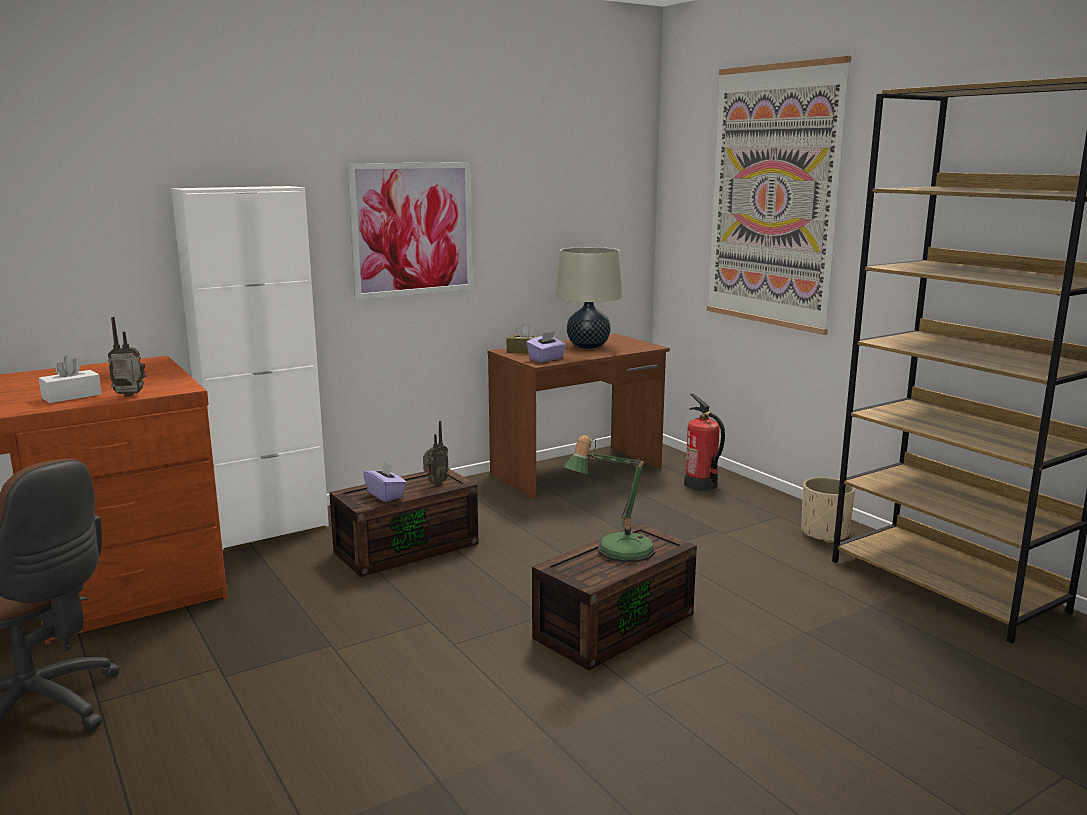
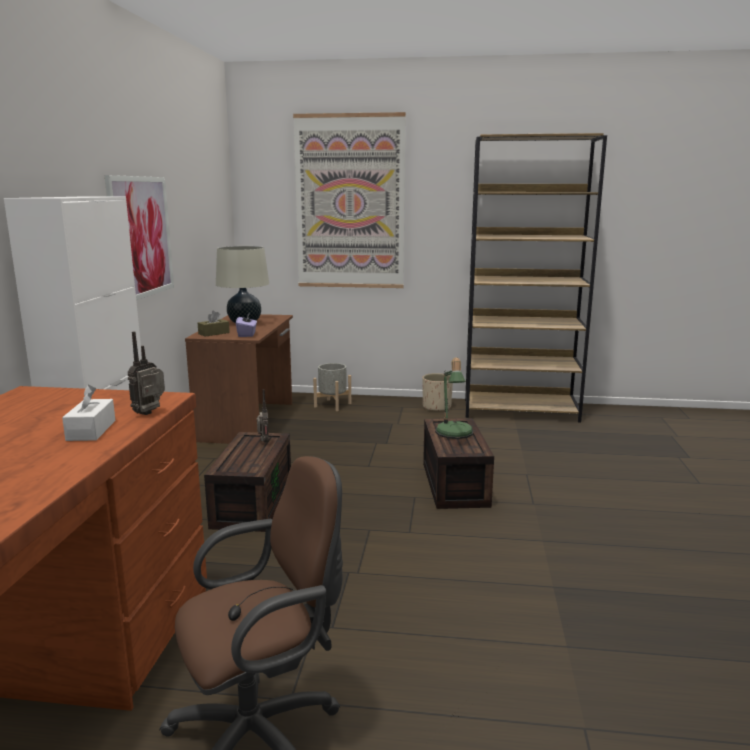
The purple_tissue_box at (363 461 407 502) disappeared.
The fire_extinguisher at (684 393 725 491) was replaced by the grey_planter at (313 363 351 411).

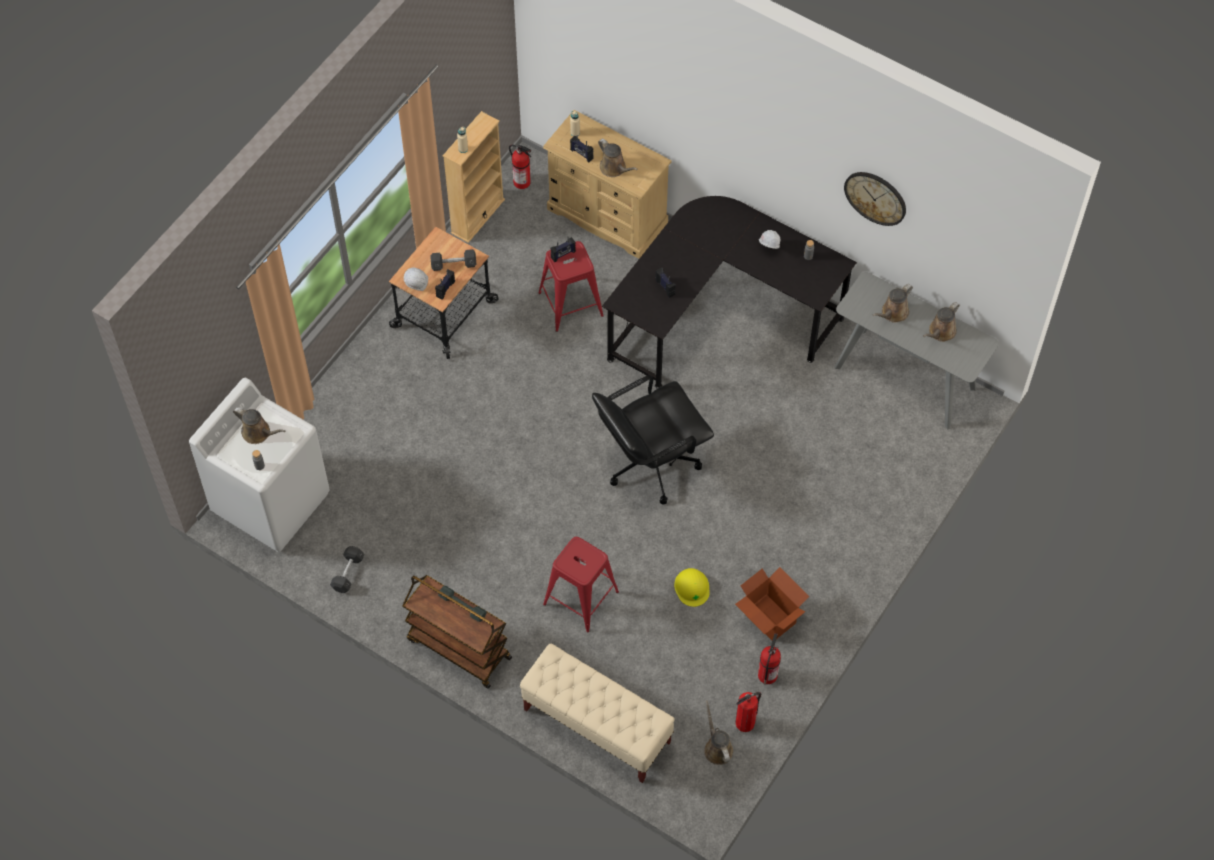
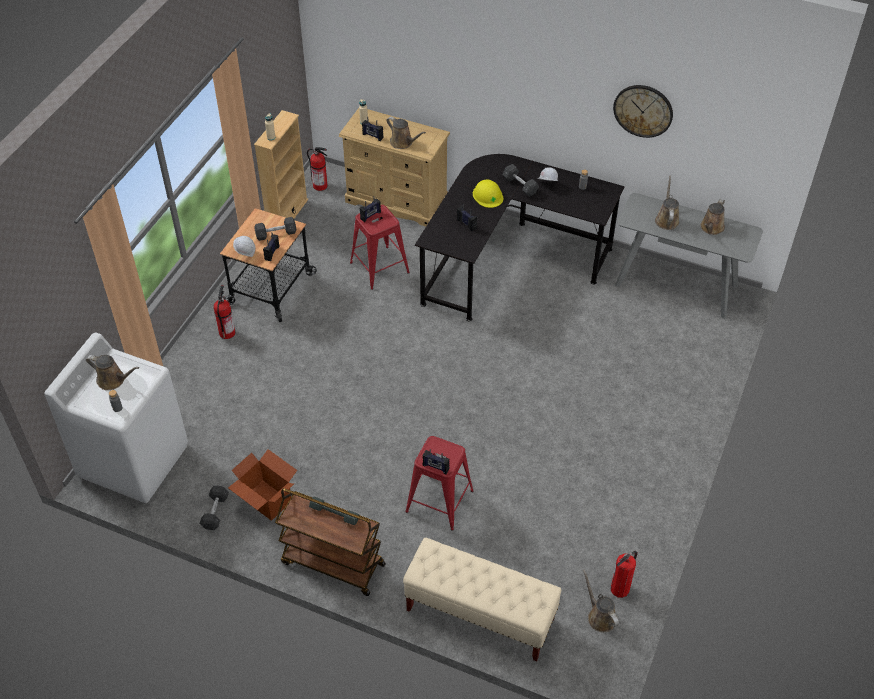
The black_office_chair at (592 375 714 504) disappeared.
The radio at (423 449 450 474) appeared.
The grey_dumbbell at (502 164 539 197) appeared.
The yellow_hard_hat moved from (674 568 710 607) to (473 180 503 208).
The cardboard_box moved from (735 567 810 640) to (228 449 297 521).
The fire_extinguisher moved from (758 633 781 685) to (214 285 235 339).
The brown_watering_can at (873 284 913 323) turned 150 degrees clockwise.

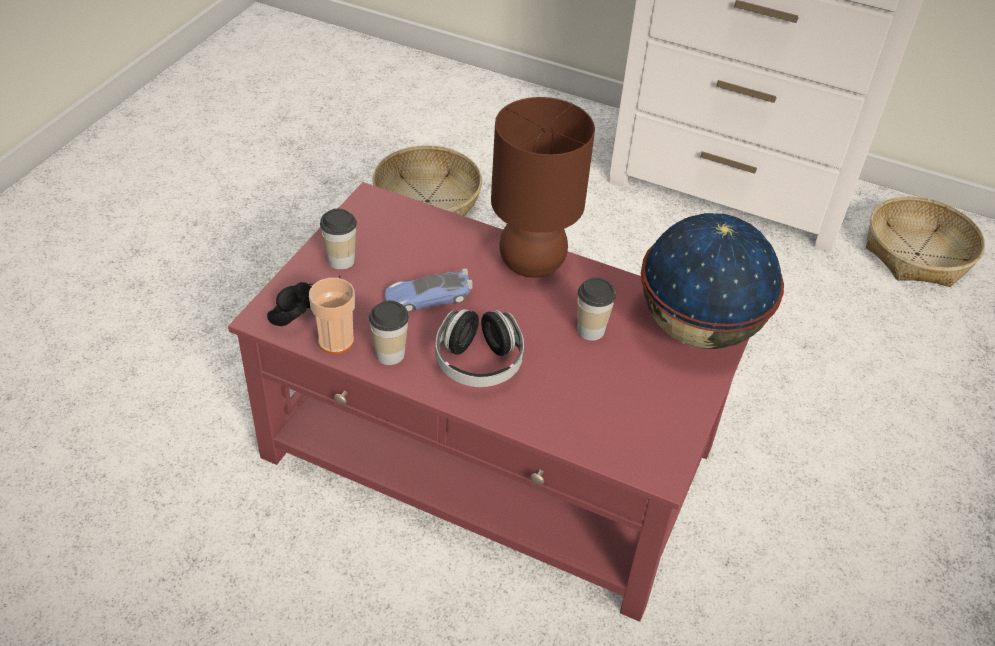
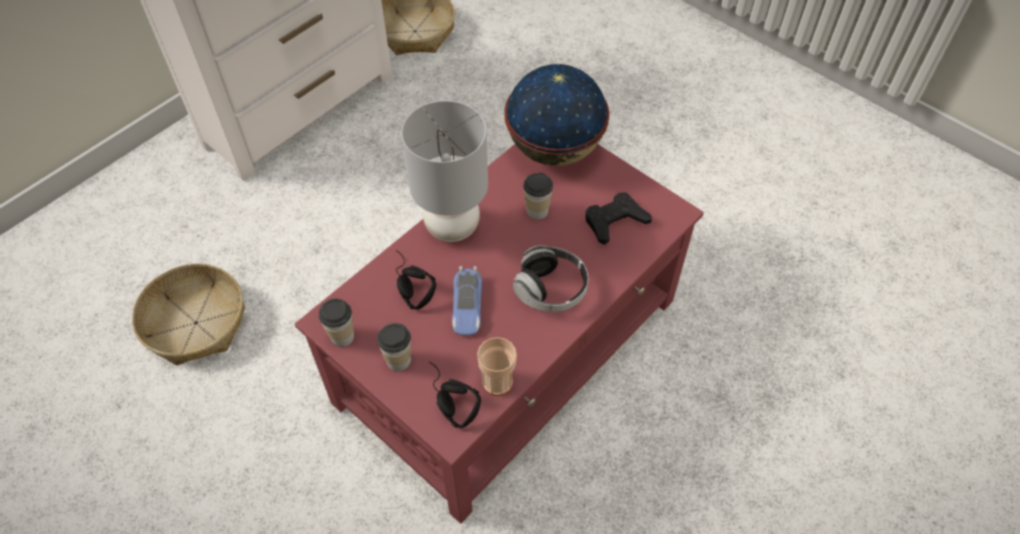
The black_headphones at (396 250 436 310) appeared.
The black_game_controller at (586 193 652 245) appeared.
The cup moved from (369 300 409 365) to (319 299 354 347).
The brown_table_lamp at (491 97 595 278) became the grey_table_lamp at (402 100 488 242).

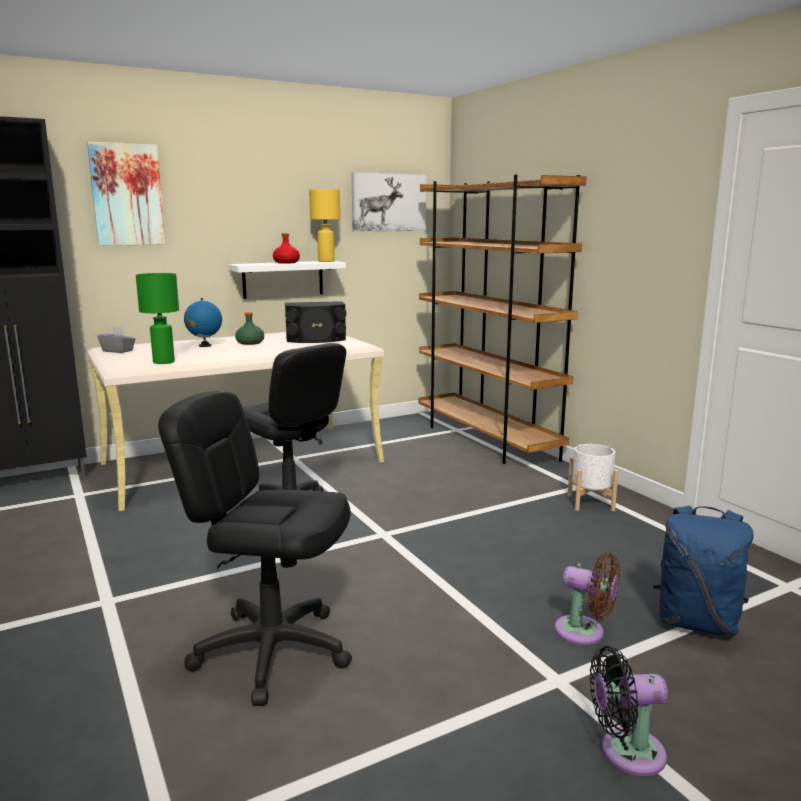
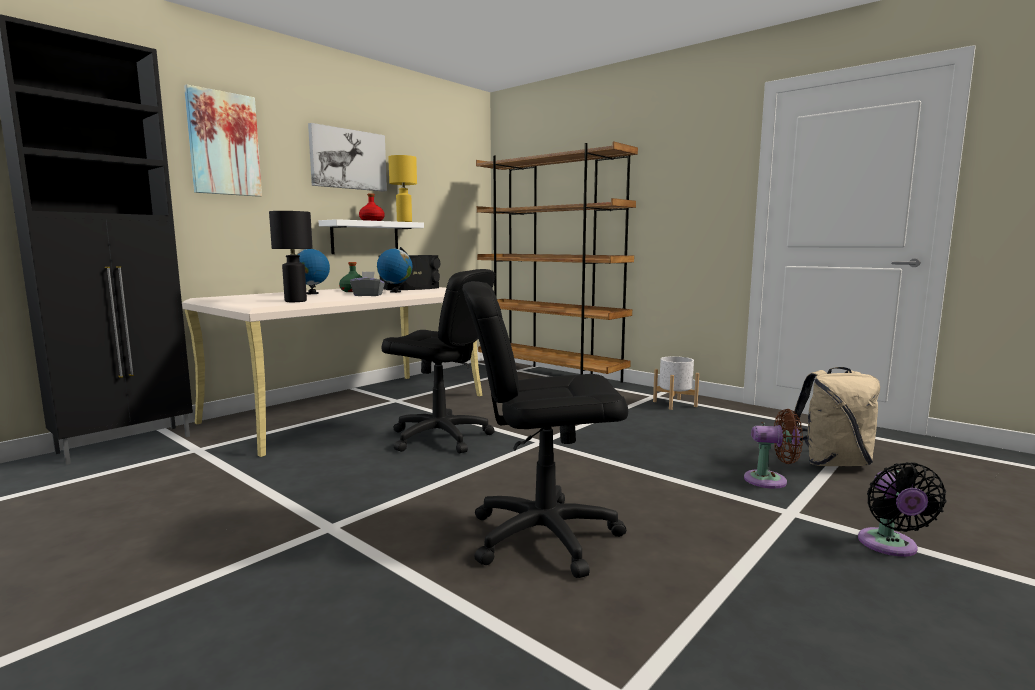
The globe at (377 247 412 293) appeared.
The grey_tissue_box moved from (98 326 135 353) to (350 271 385 296).
The picture moved from (351 172 426 231) to (308 123 387 192).
The green_table_lamp at (136 273 179 364) became the black_table_lamp at (269 211 313 302).
The blue_backpack at (653 505 754 636) became the beige_backpack at (793 367 880 466).
The black_fan at (590 646 668 776) turned 60 degrees counterclockwise.

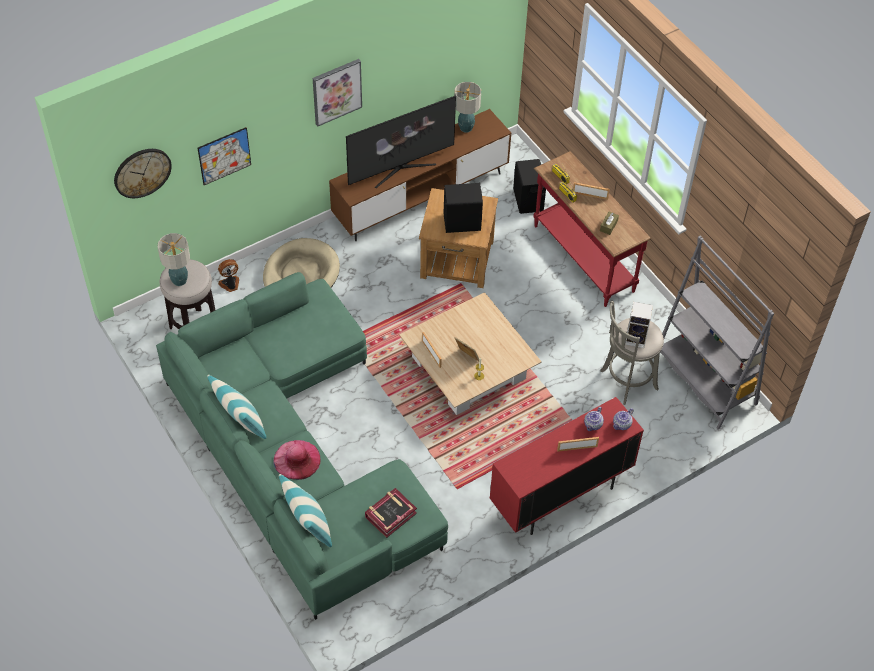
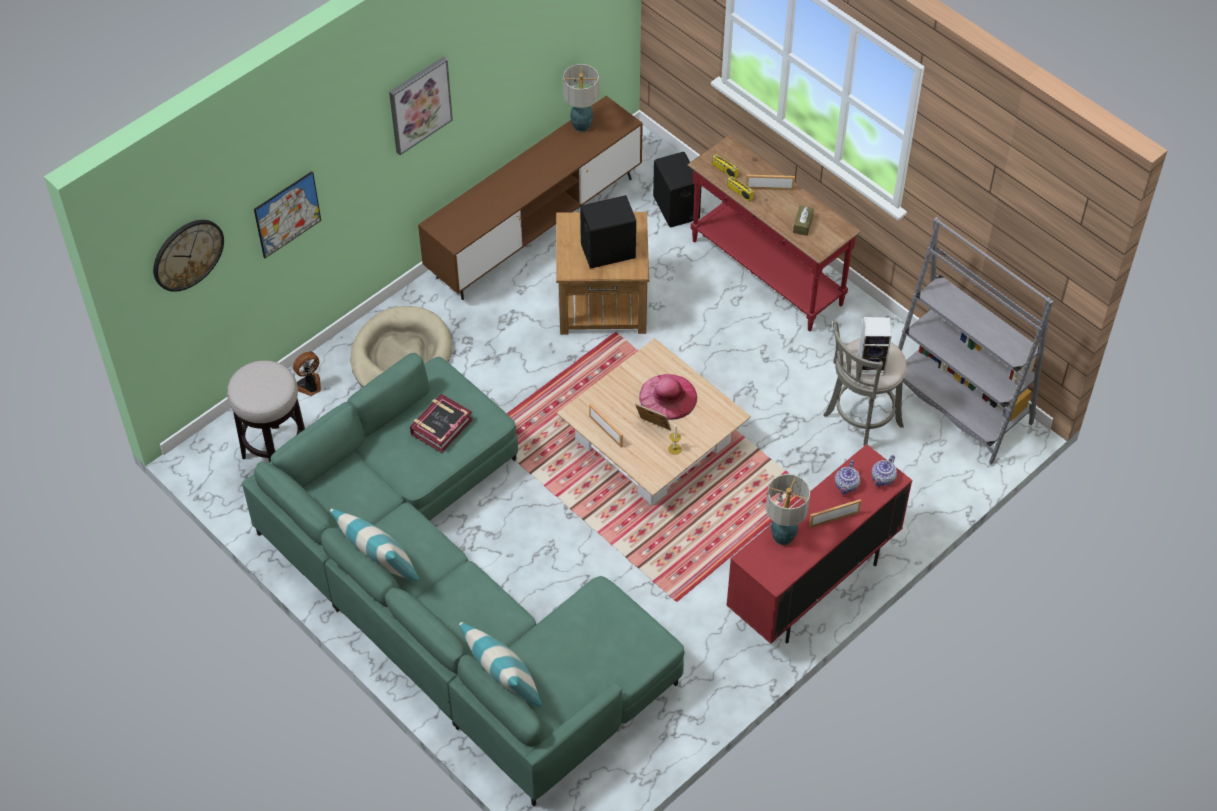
The television at (346 96 456 188) disappeared.
The table_lamp moved from (158 233 190 286) to (766 474 811 545).
The pink_hat moved from (274 440 321 480) to (639 374 697 420).
The book moved from (365 488 417 538) to (410 394 473 453).

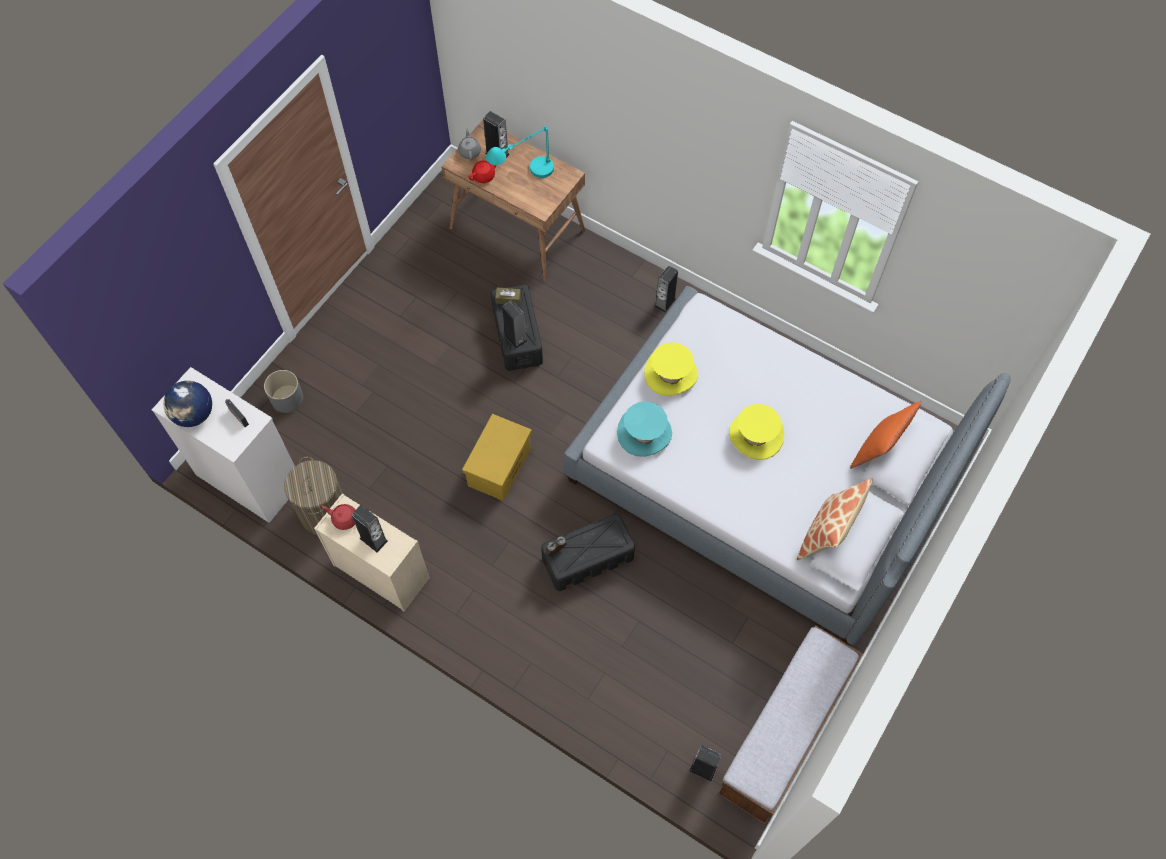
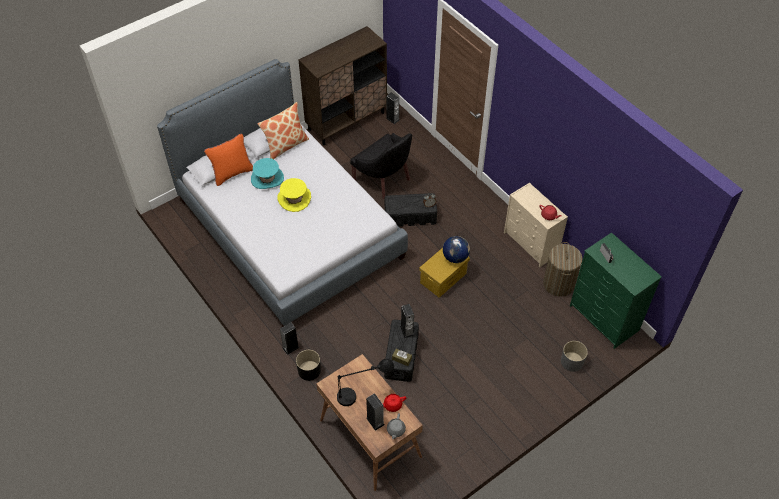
The speaker at (351 505 388 552) disappeared.
The yellow_hat at (644 342 698 396) disappeared.
The black_planter at (296 350 321 381) appeared.
The black_armchair at (350 133 412 199) appeared.
The globe moved from (163 381 212 427) to (443 236 470 263).
The turquoise_hat moved from (617 401 672 457) to (251 158 284 189).
The bench at (717 626 863 825) was replaced by the brown_cabinet at (298 26 387 145).
The white_dresser at (152 367 295 523) became the green_dresser at (570 232 662 349).
The turquoise_table_lamp at (486 126 554 178) became the black_table_lamp at (337 359 394 406).

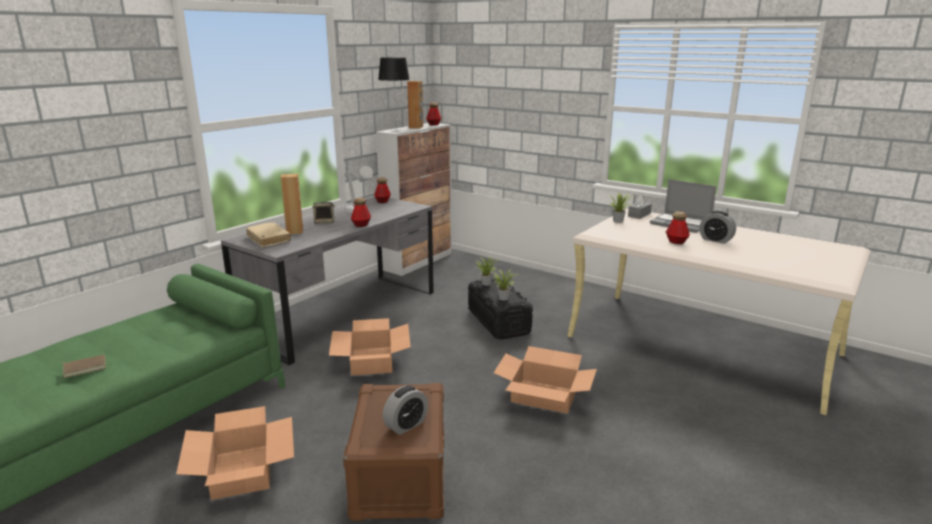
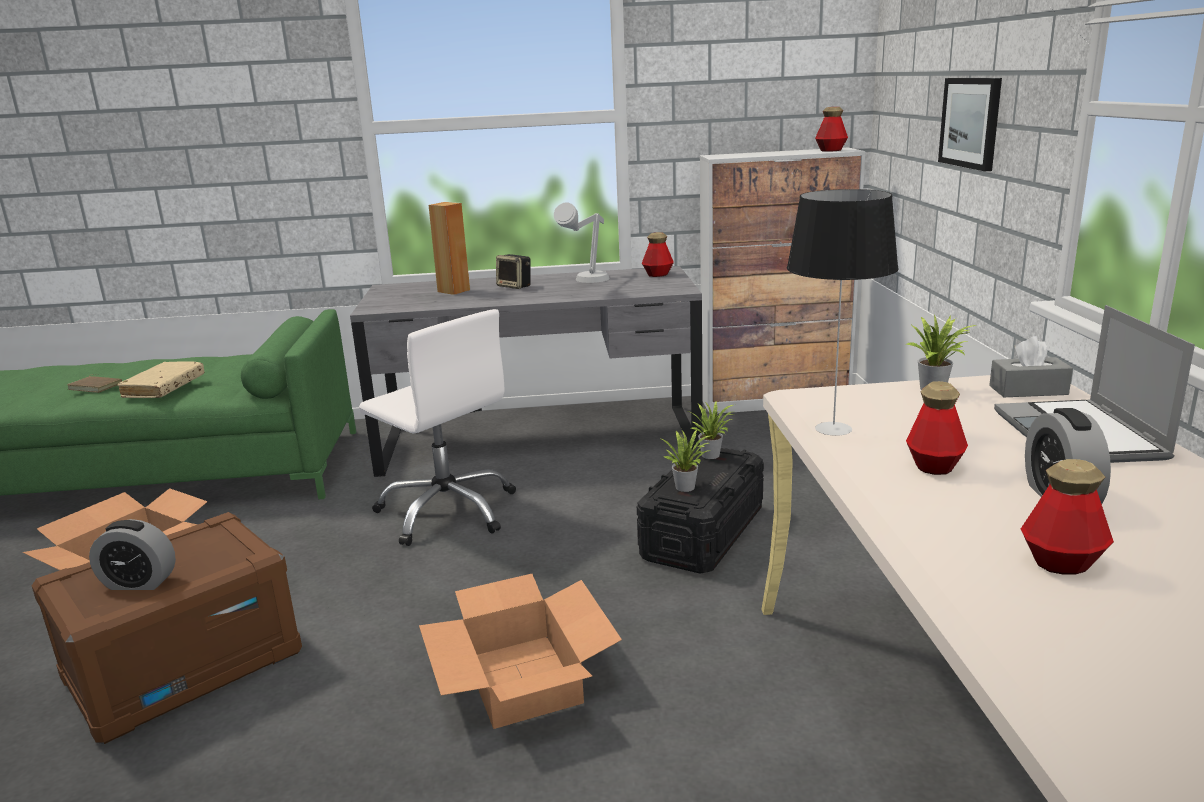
The brown_speaker at (407 81 423 129) disappeared.
The picture at (938 78 1002 171) appeared.
The beige_book moved from (247 222 291 247) to (118 361 205 398).
The bottle moved from (351 197 371 227) to (1021 459 1114 575).
The table_lamp moved from (378 57 410 132) to (787 189 899 436).
The cardboard_box at (329 318 411 376) was replaced by the white_office_chair at (359 309 516 546).

